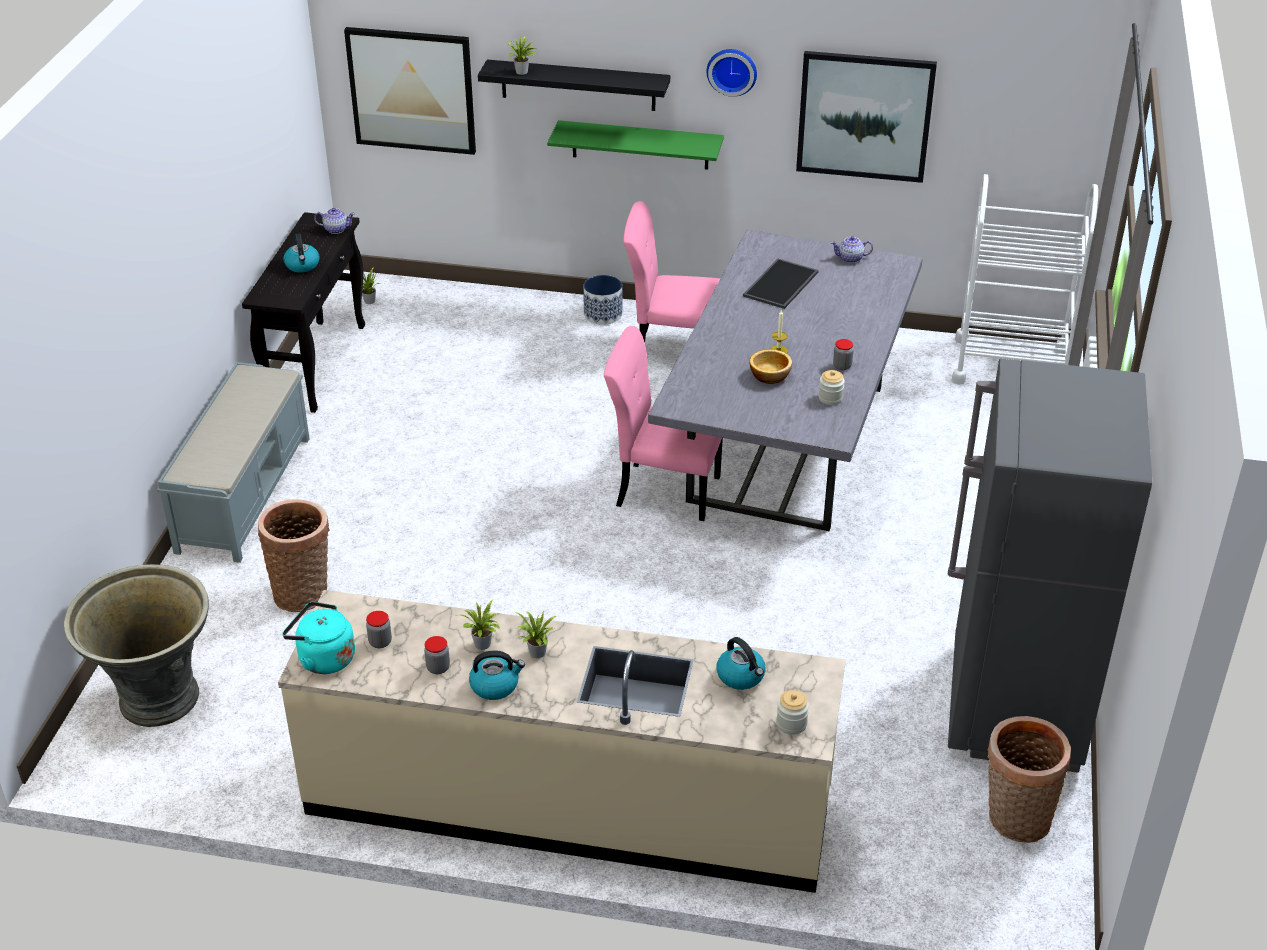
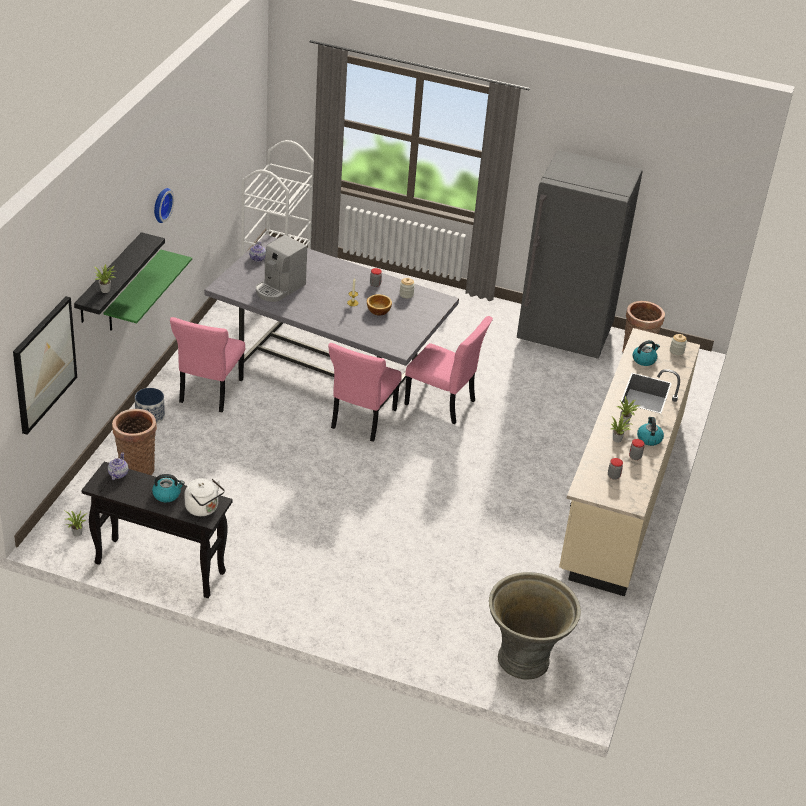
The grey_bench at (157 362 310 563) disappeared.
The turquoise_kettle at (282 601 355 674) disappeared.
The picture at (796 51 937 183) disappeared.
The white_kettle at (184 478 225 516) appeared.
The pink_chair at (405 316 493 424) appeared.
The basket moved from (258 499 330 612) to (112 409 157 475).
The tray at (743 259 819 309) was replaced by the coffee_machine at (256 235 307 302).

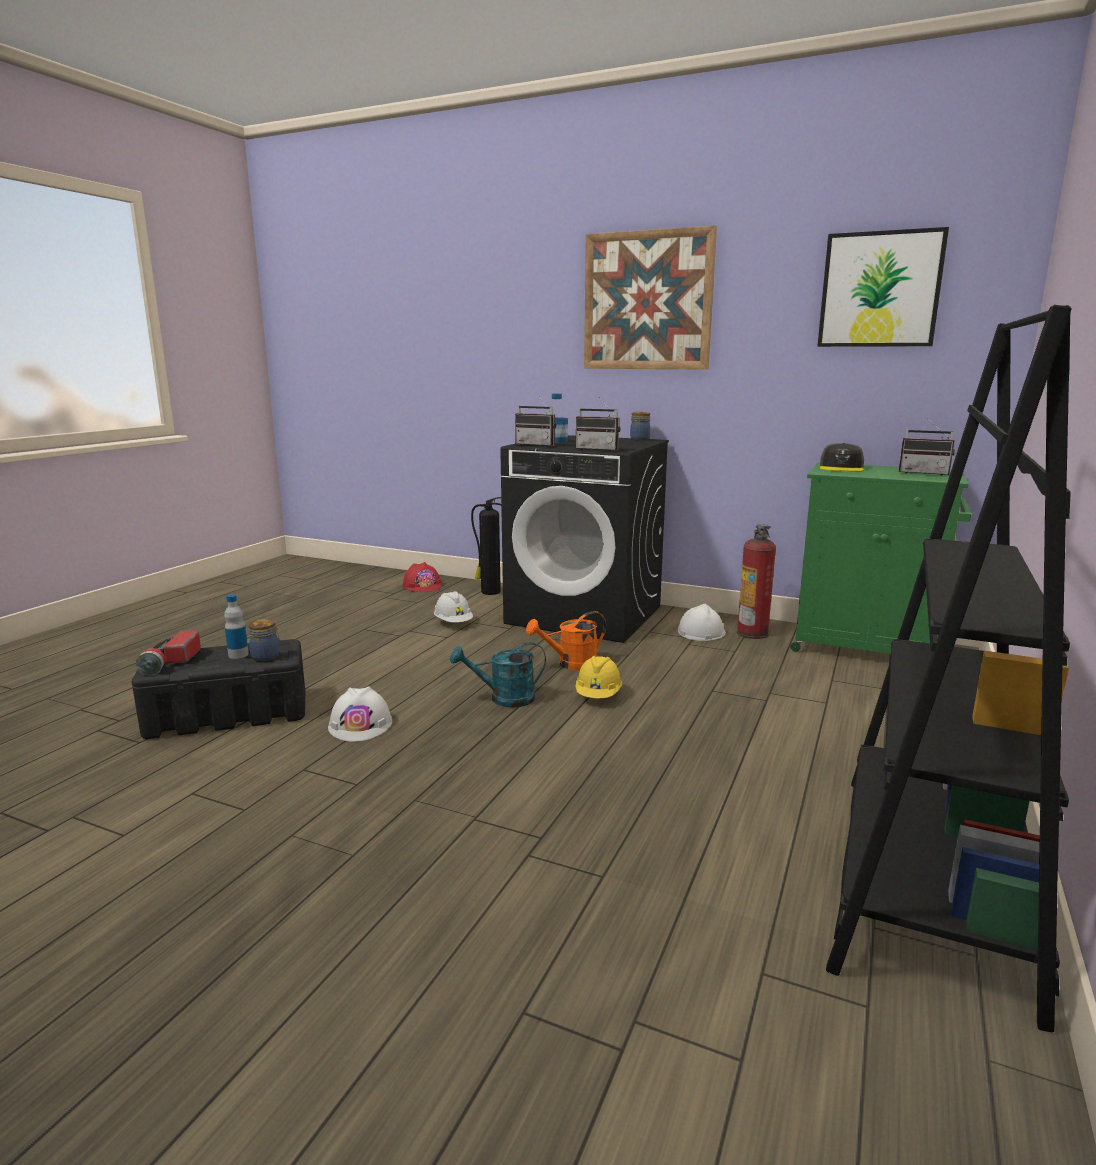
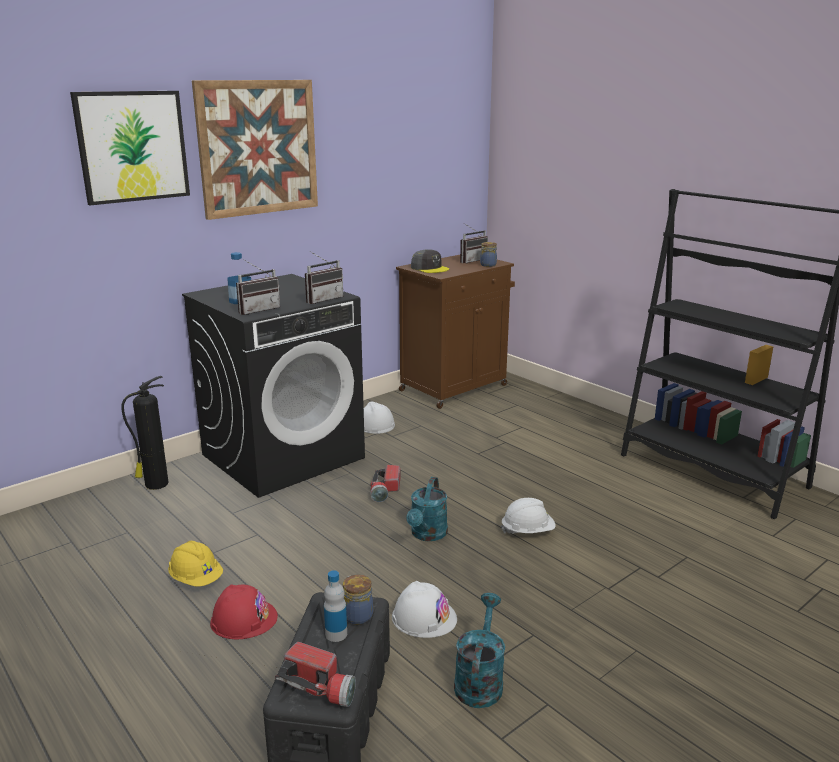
The fire_extinguisher at (737 524 776 639) disappeared.
The turquoise_watering_can at (454 593 505 708) appeared.
The red_hard_hat moved from (403 562 442 592) to (210 584 278 639).
The white_hard_hat moved from (434 591 473 623) to (501 498 556 534).
The yellow_hard_hat moved from (576 656 622 698) to (168 541 223 586).
The jar moved from (630 412 650 441) to (480 242 497 267).
The picture moved from (817 227 949 347) to (70 91 190 205).
The orange_watering_can at (526 611 606 670) was replaced by the flashlight at (371 465 400 502).
The green_cabinet at (790 463 971 654) became the brown_cabinet at (396 255 515 409).

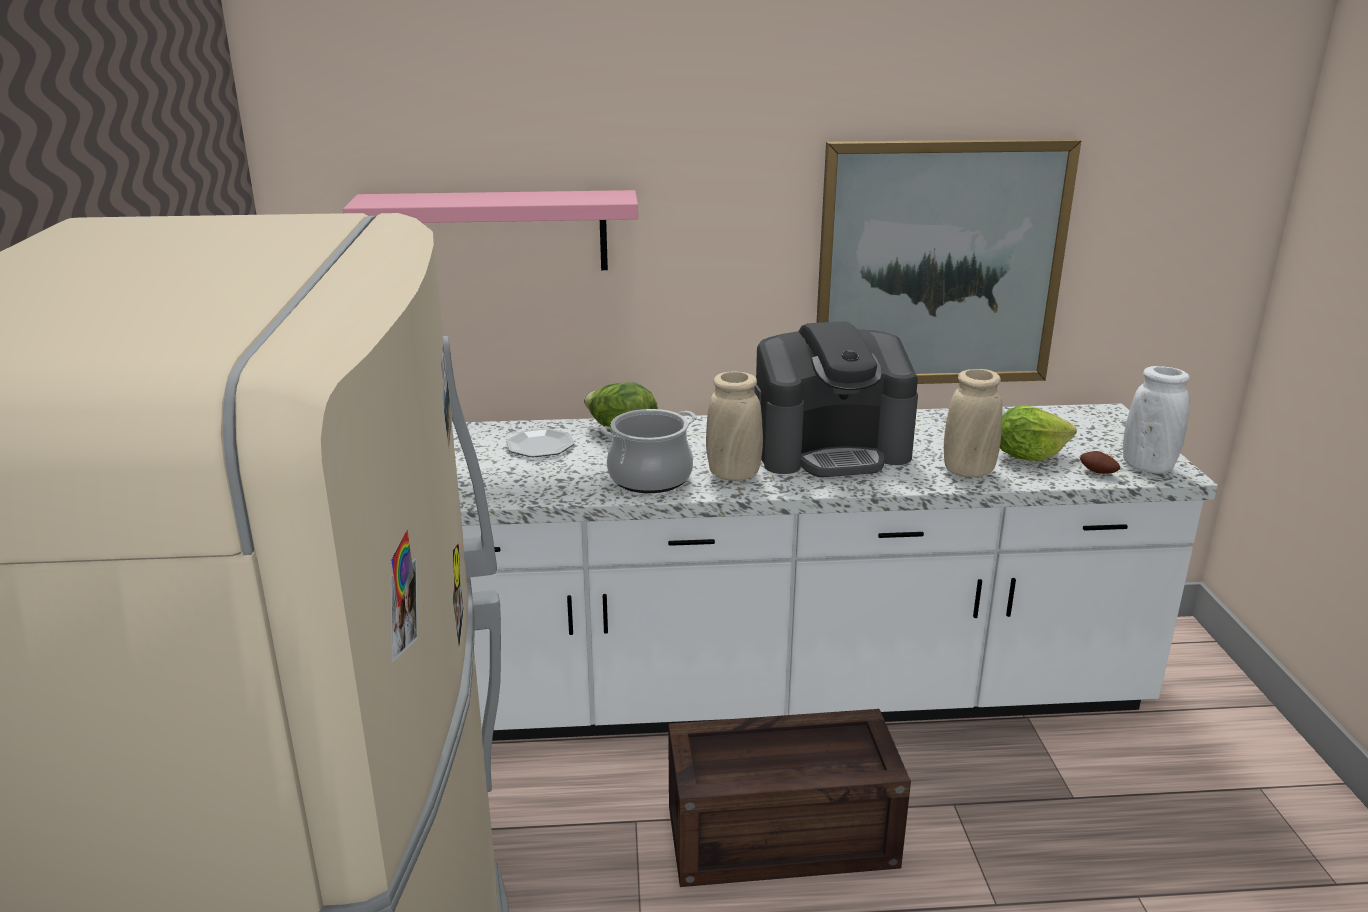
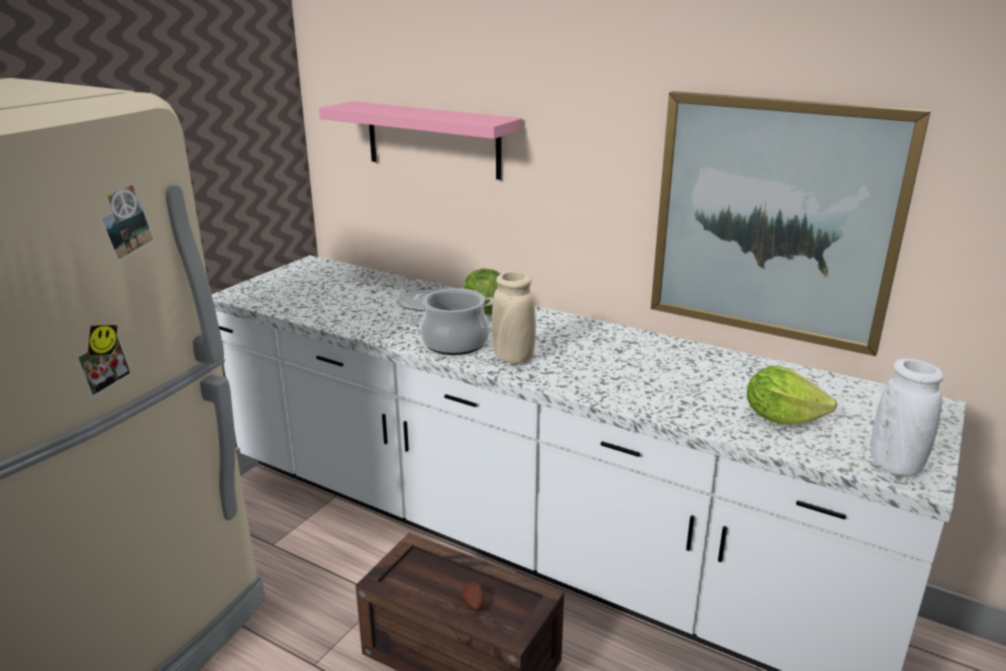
The coffee_machine at (754 321 918 477) disappeared.
The beige_vase at (944 369 1002 477) disappeared.
The potato moved from (1080 451 1120 474) to (463 582 484 611).

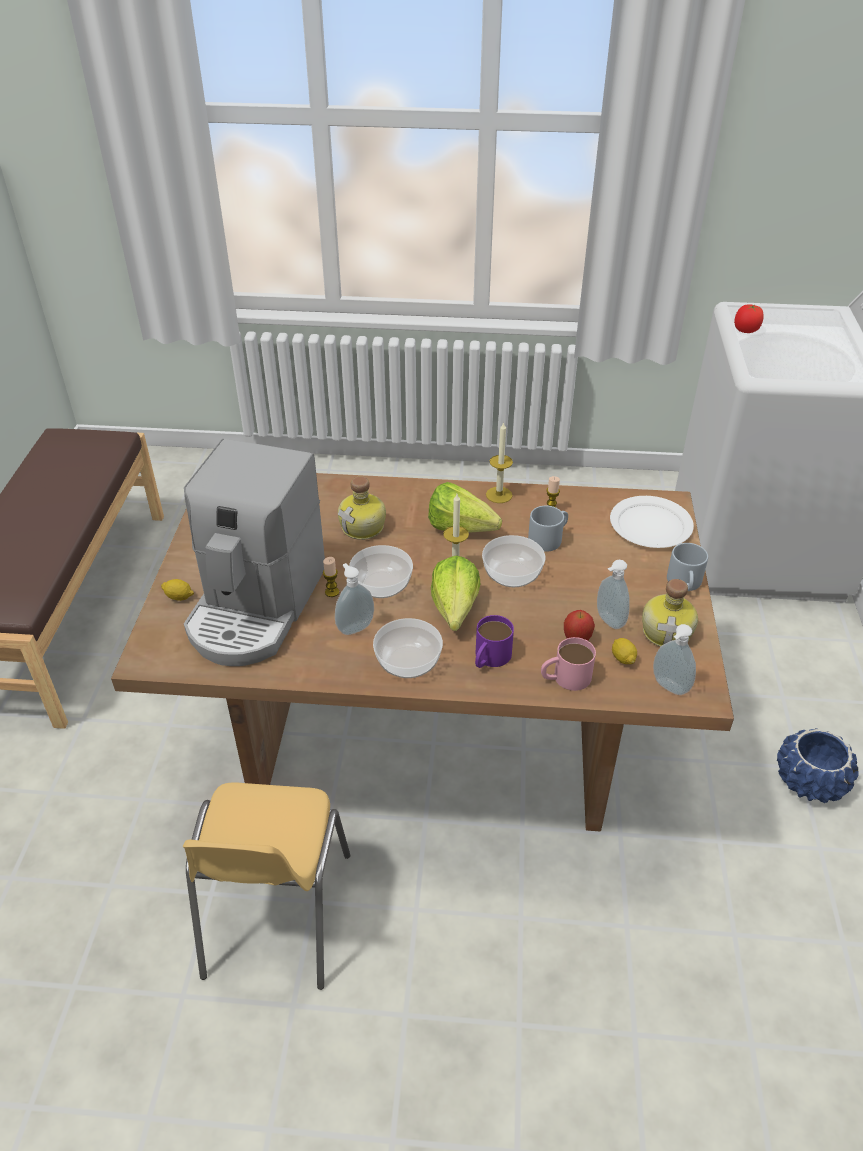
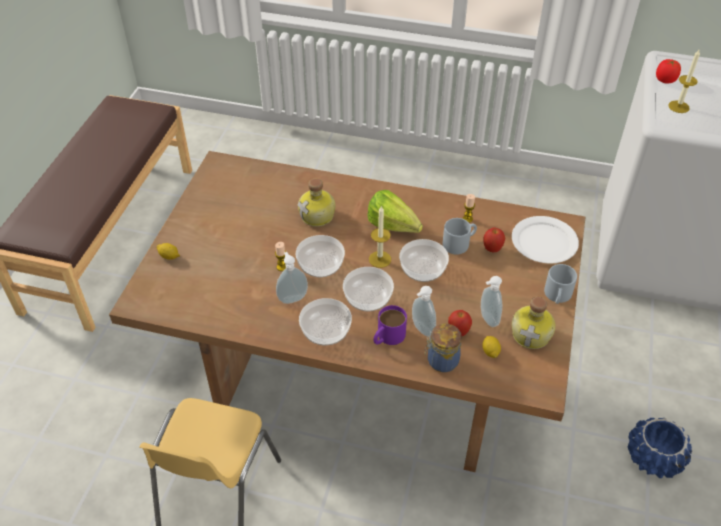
The coffee_machine at (184 439 325 666) disappeared.
The apple at (484 228 506 252) appeared.
The candle moved from (486 422 513 503) to (668 50 700 113).
The soap_dispenser moved from (653 624 696 695) to (412 286 436 336).
The lettuce at (431 555 480 631) was replaced by the bowl at (343 267 394 311).
The pink_mug at (541 637 596 691) was replaced by the jar at (425 324 462 372).

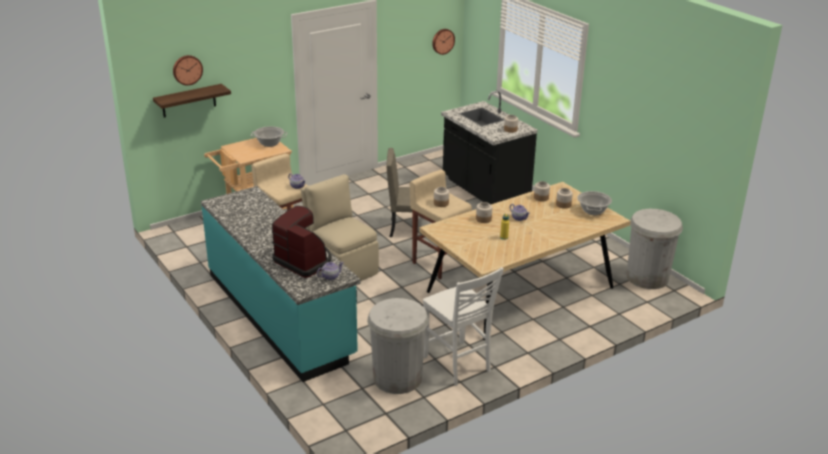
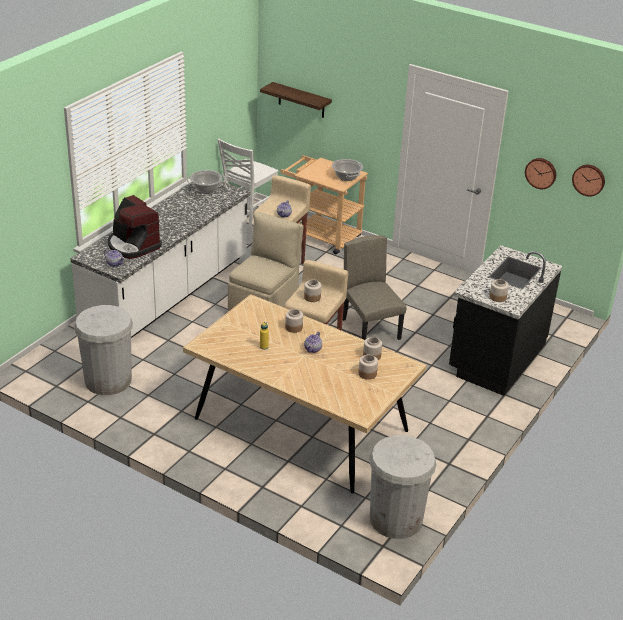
The wall_clock moved from (173 55 203 85) to (525 158 556 189).
The white_chair moved from (423 267 504 386) to (217 139 278 236).
The cooking_pot moved from (577 191 612 215) to (187 170 226 193).
The turquoise_counter at (201 186 361 382) became the white_counter at (70 182 250 338).
The coffee_machine at (272 206 331 278) turned 120 degrees clockwise.

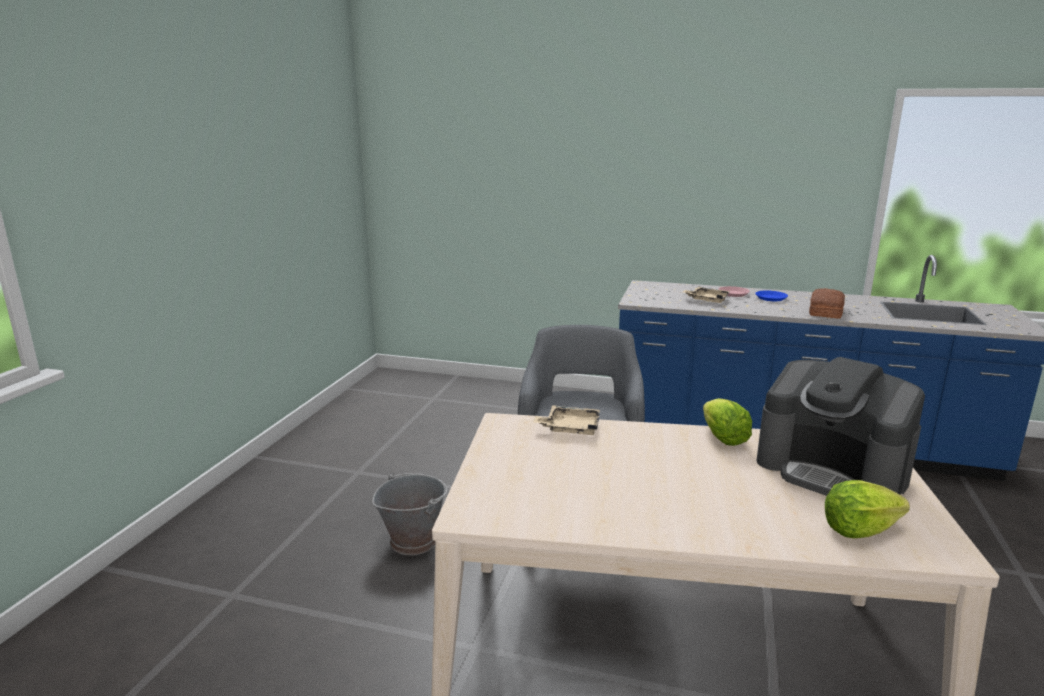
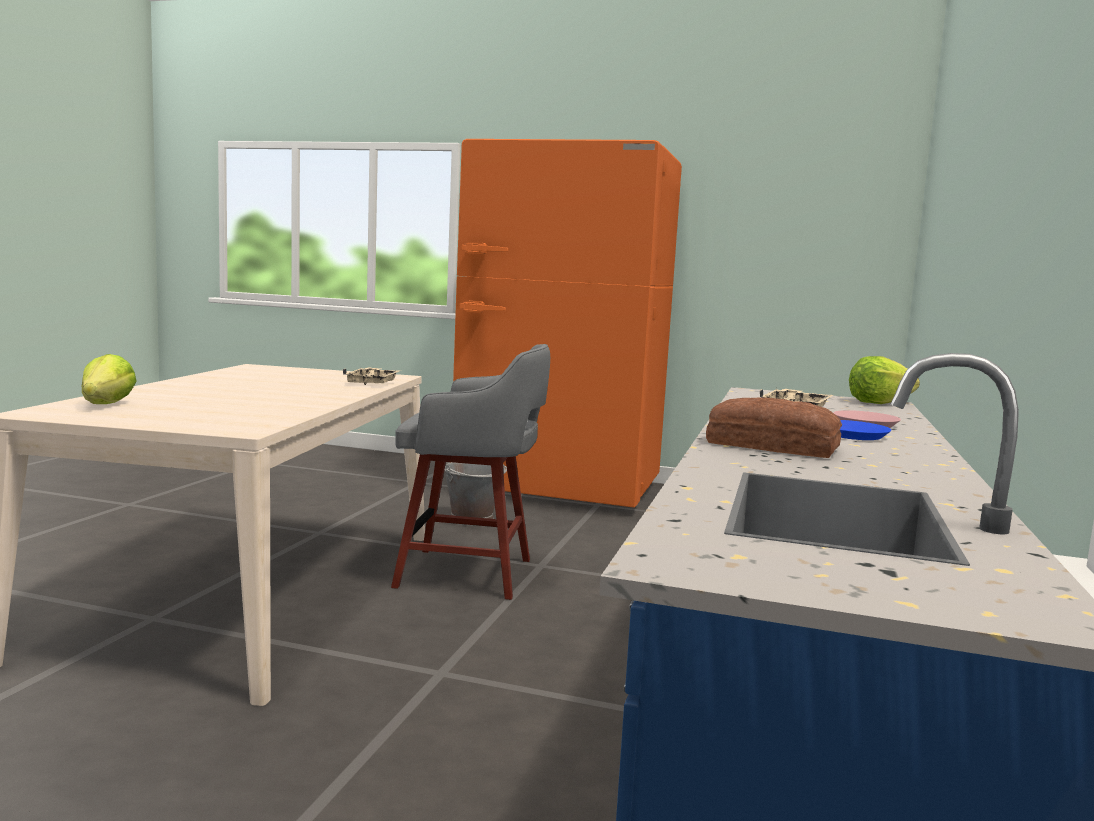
The coffee_machine at (756 357 925 496) disappeared.
The orange_fridge at (453 139 682 508) appeared.
The lettuce moved from (703 398 752 446) to (849 356 920 404).

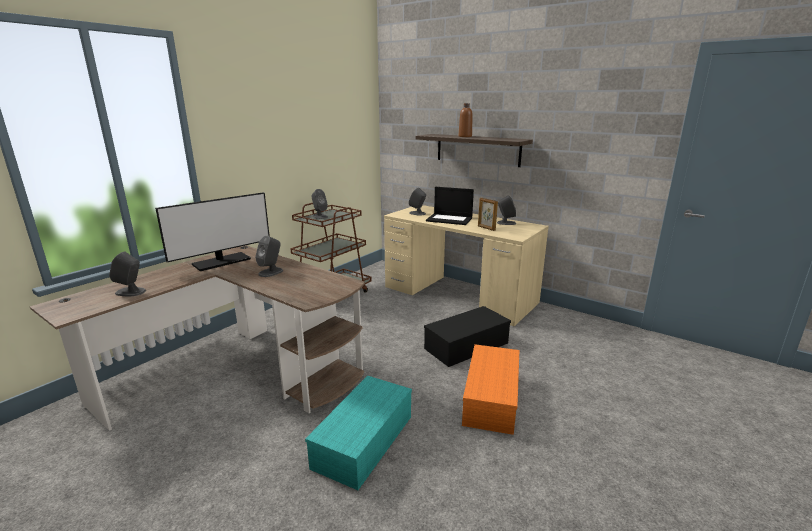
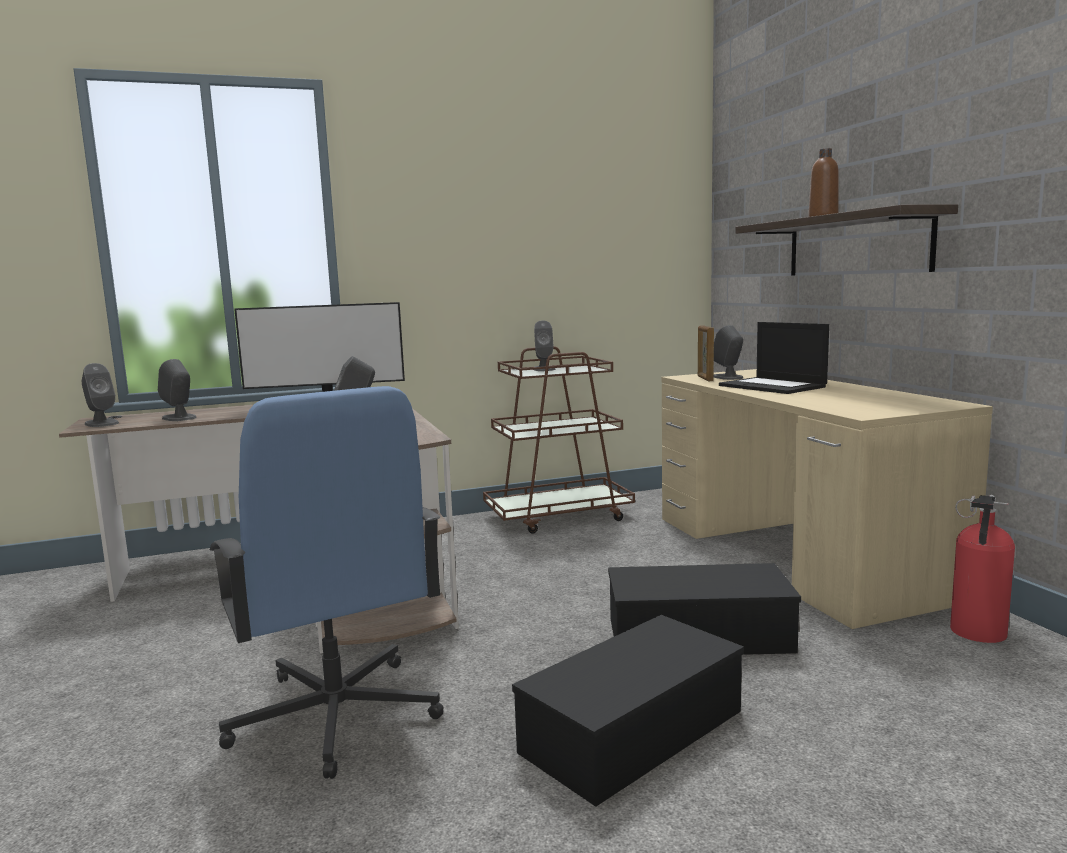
The fire_extinguisher at (950 495 1015 643) appeared.
The picture_frame moved from (478 198 498 231) to (698 325 714 381).
The grey_speaker moved from (497 195 516 225) to (82 363 119 427).
The turquoise_storage_box at (305 376 412 490) was replaced by the blue_office_chair at (210 386 444 779).
The orange_storage_box at (462 344 519 435) became the black_storage_box at (512 615 744 807).

